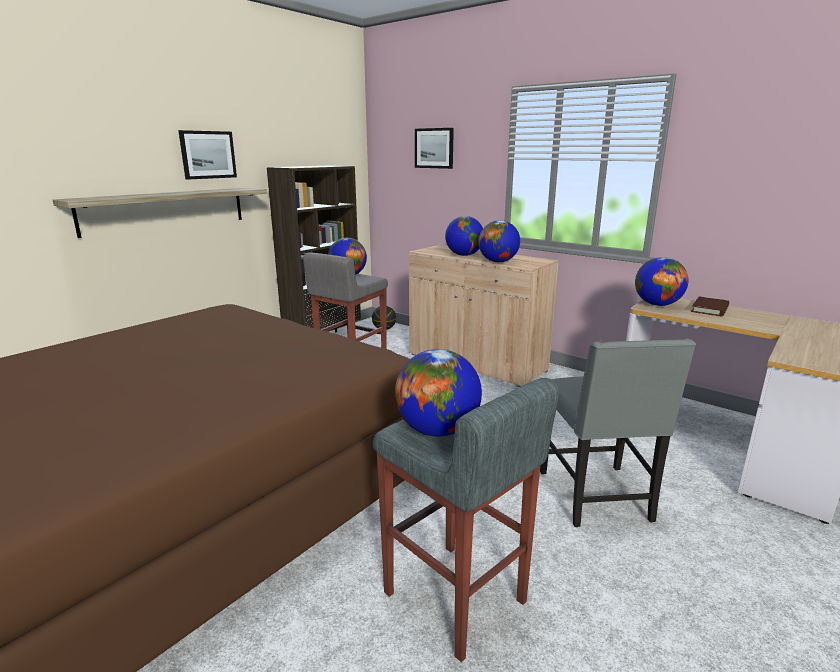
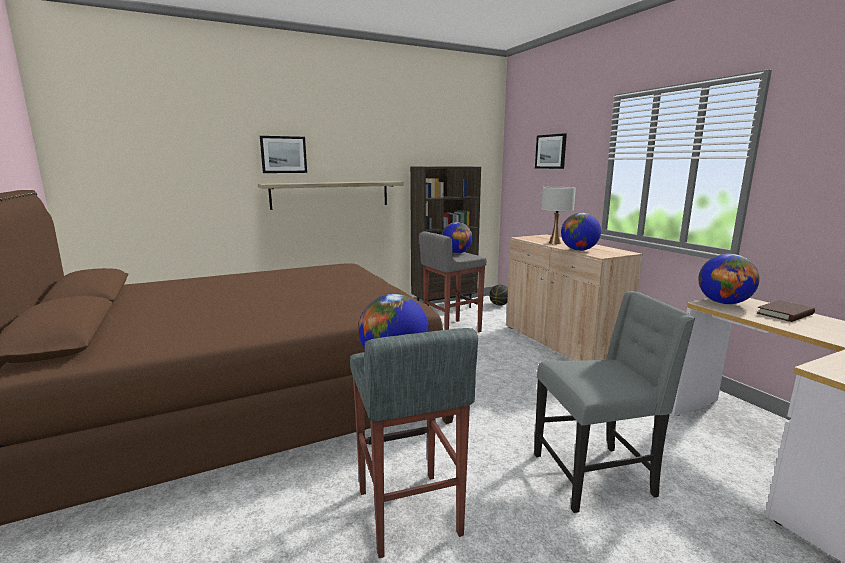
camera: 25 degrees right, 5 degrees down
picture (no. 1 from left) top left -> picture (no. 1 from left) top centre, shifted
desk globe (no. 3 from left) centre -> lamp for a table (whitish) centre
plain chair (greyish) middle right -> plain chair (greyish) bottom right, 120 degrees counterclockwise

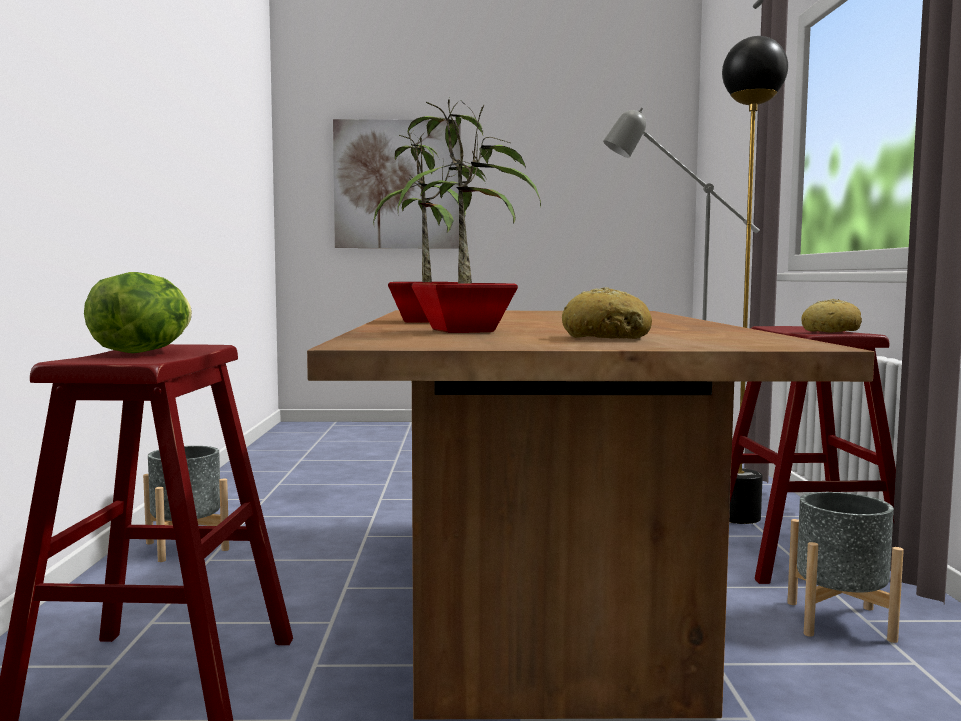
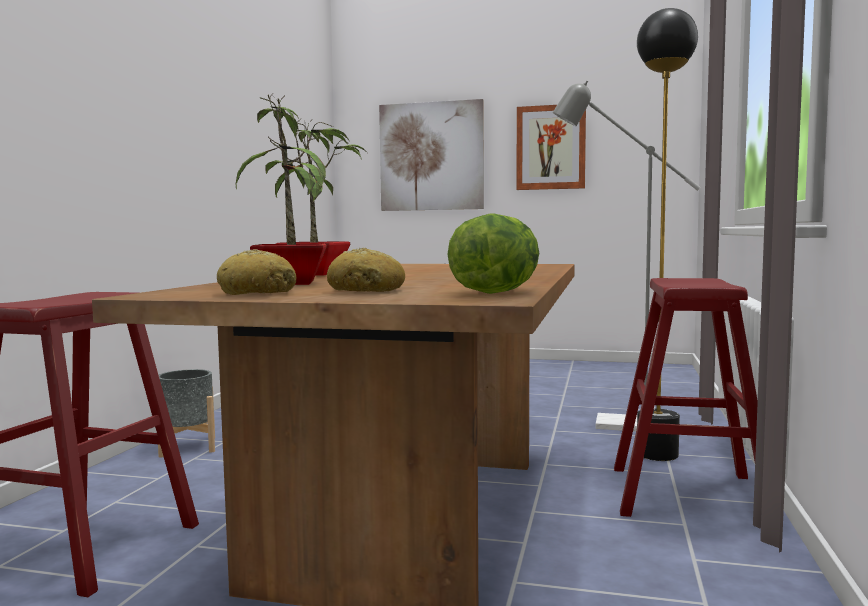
camera: 15 degrees right, 0 degrees up
flower pot (greyish) (no. 2 from left) bottom right -> none
none -> picture (no. 2 from left) top centre
head of lettuce middle left -> head of lettuce centre, shifted
bread (no. 2 from left in the first image) middle right -> bread (no. 1 from left) middle left, shifted

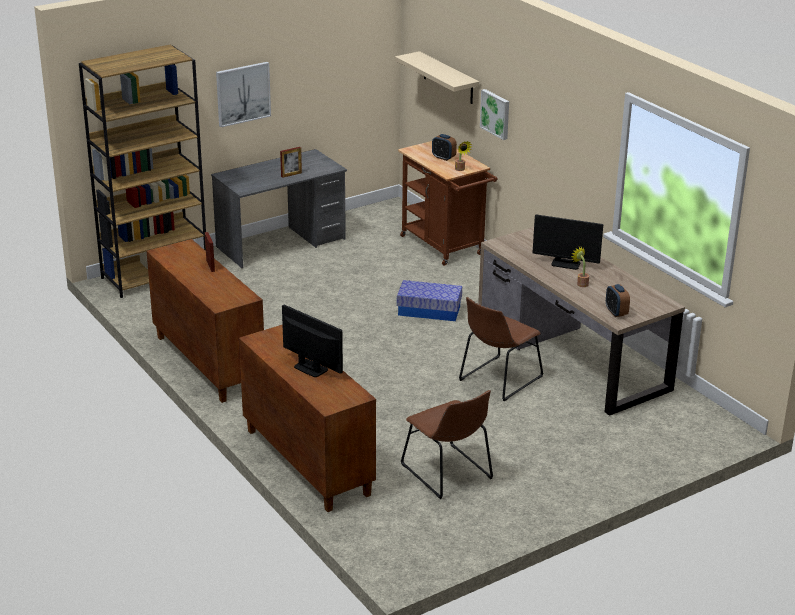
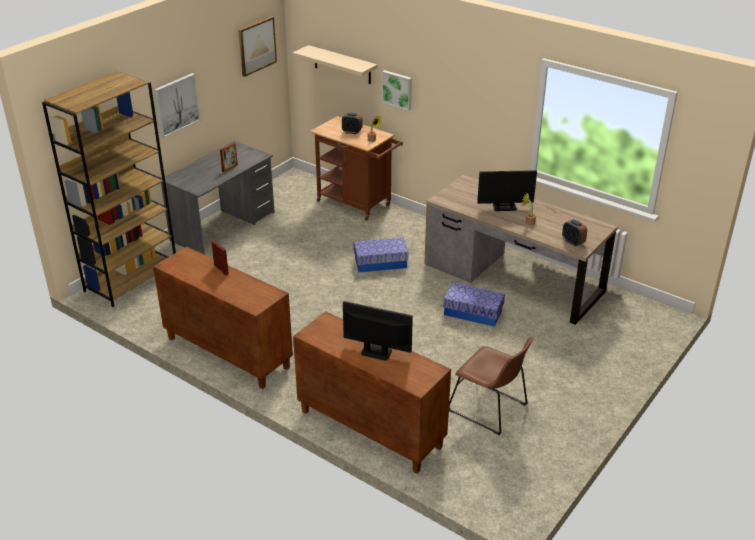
camera: 20 degrees left, 5 degrees up
none -> picture (no. 2 from left) top centre
plain chair (brownish) (no. 2 from left) centre -> storage container (no. 2 from left) centre

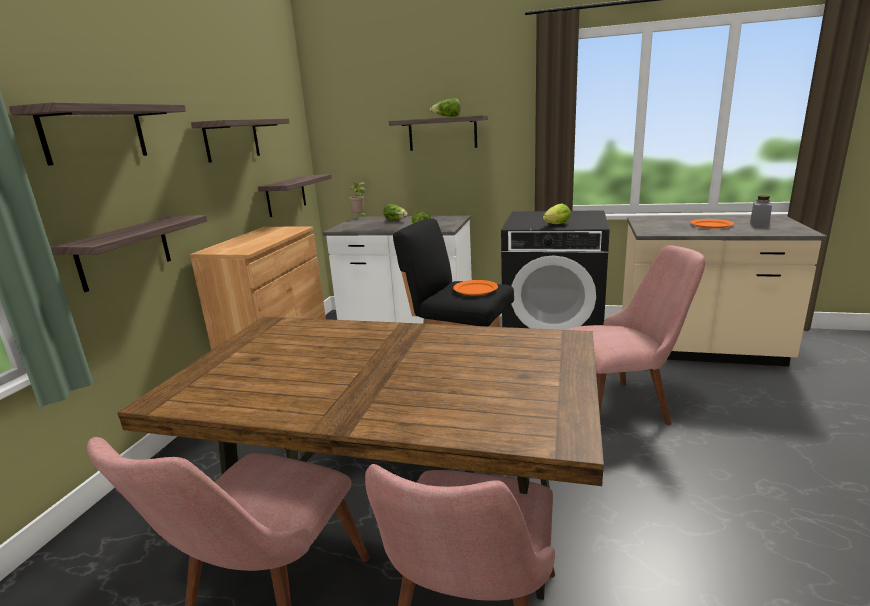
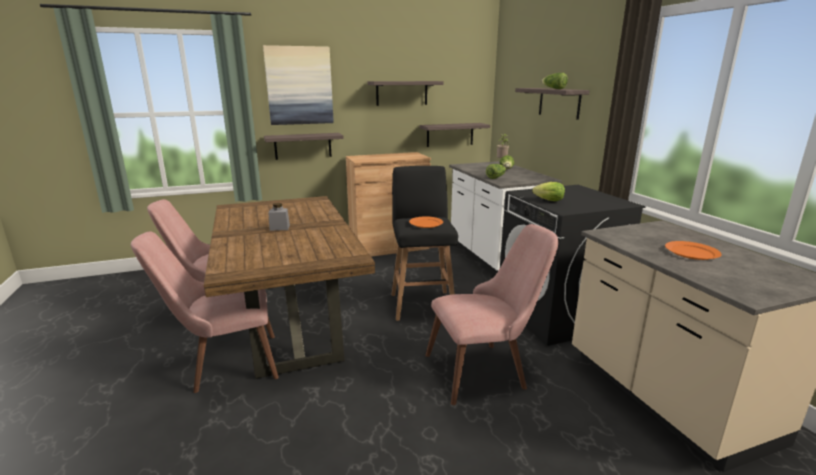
camera: 55 degrees right, 0 degrees up
preserve jar (greyish) middle right -> preserve jar (greyish) centre, shifted
wall shelf (no. 1 from left) top left -> picture top centre
plain chair (pink-coloured) (no. 3 from left) middle right -> plain chair (pink-coloured) (no. 3 from left) centre, 60 degrees counterclockwise

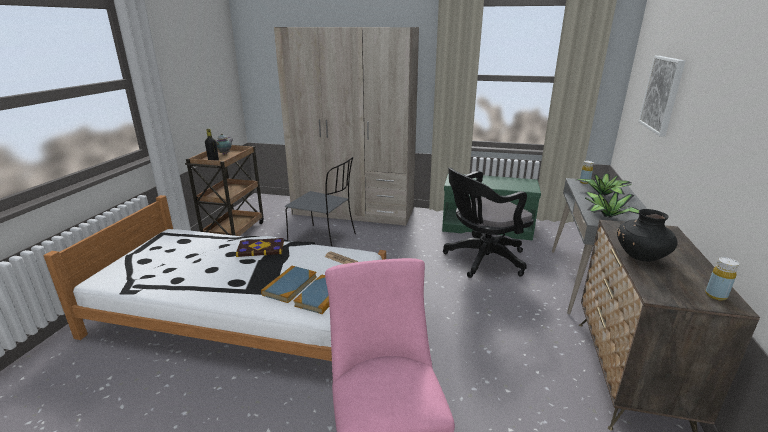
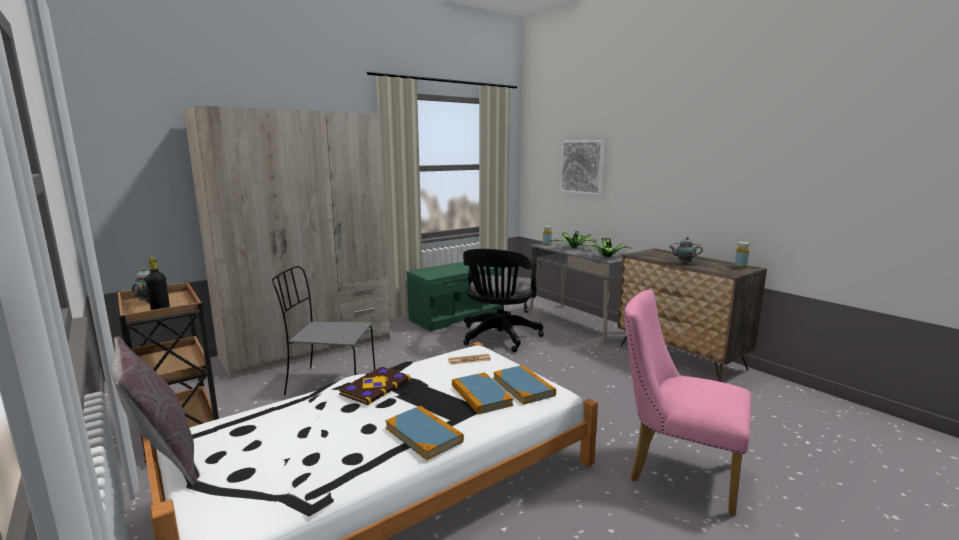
camera: 50 degrees left, 10 degrees down
none -> cushion (greyish) bottom left
none -> bound book (no. 2 from left) bottom centre
flower vase (blackish) middle right -> tea pot (no. 2 from left) middle right
plain chair (greyish) centre, 150 degrees counterclockwise

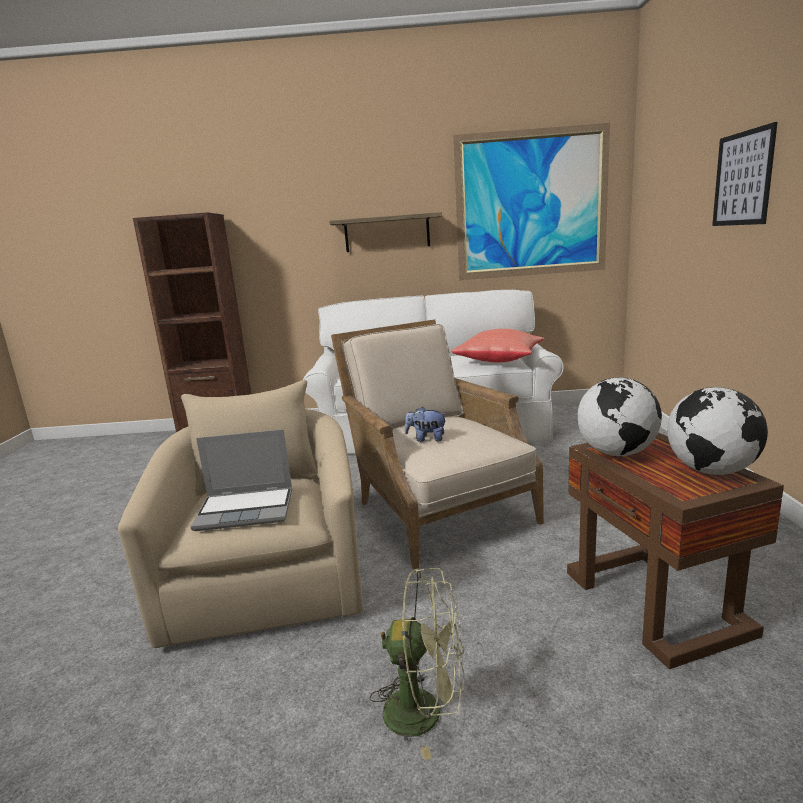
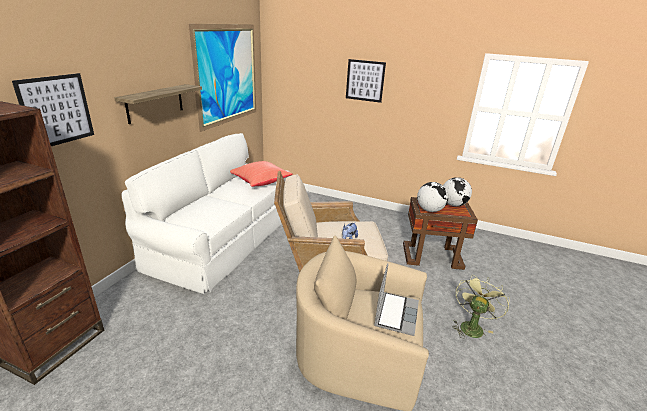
camera: 70 degrees left, 10 degrees up
none -> picture (no. 1 from left) top left

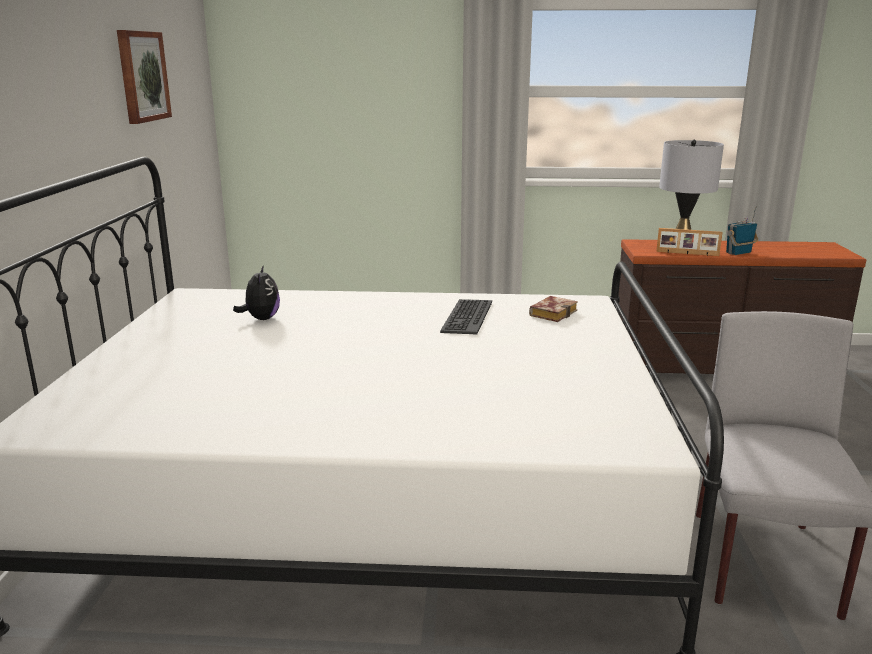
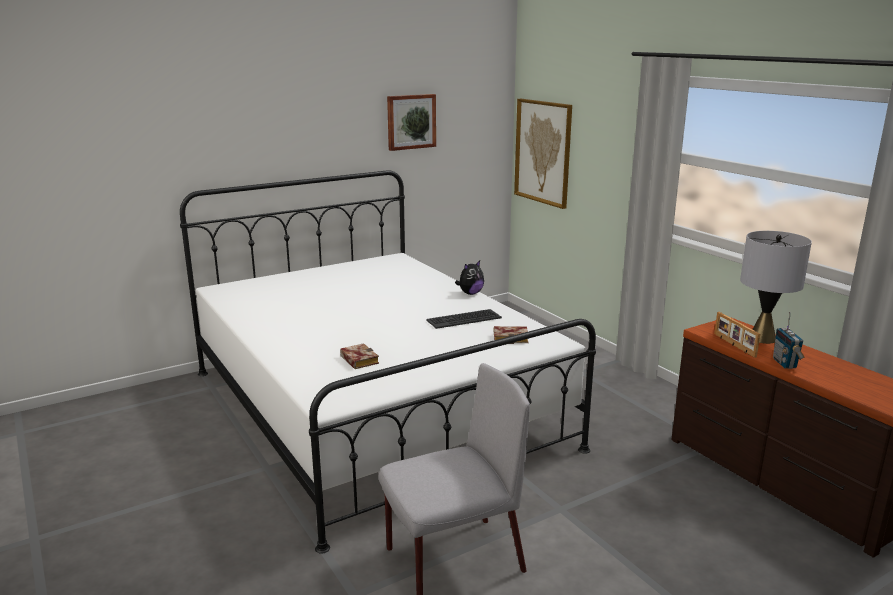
camera: 55 degrees right, 0 degrees up
none -> bound book (no. 1 from left) centre
none -> picture (no. 2 from left) top centre
cuddly toy middle left -> cuddly toy centre, shifted
radio receiver middle right, 120 degrees counterclockwise

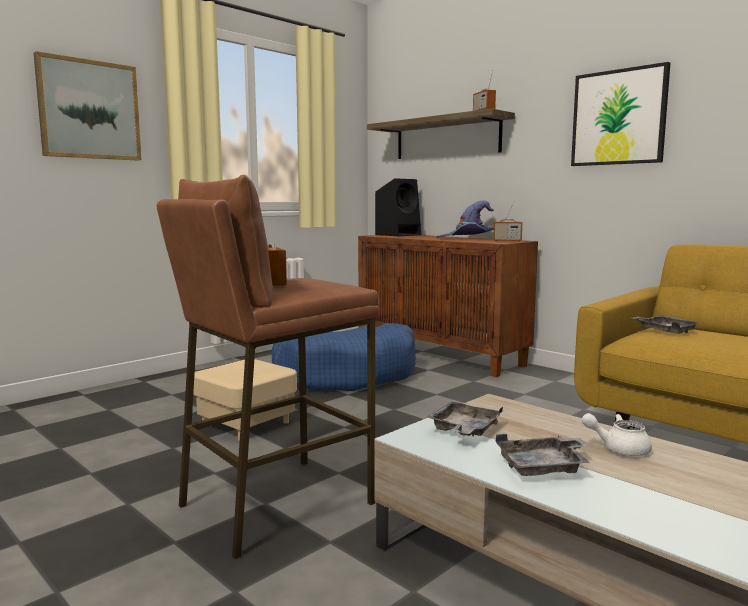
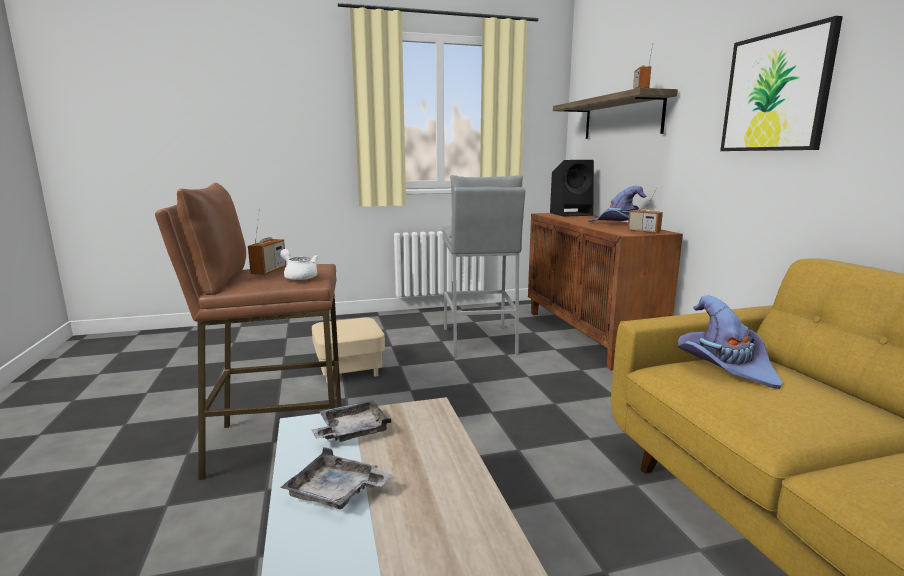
camera: 30 degrees right, 5 degrees up
picture (no. 1 from left) top left -> none
tea pot (whitish) bottom right -> tea pot (whitish) middle left, shifted
dog bed (blue-coloured) centre -> sitting stool (greyish) centre
serving tray (greyish) (no. 3 from left) middle right -> clothing hat (purplish) (no. 2 from left) middle right

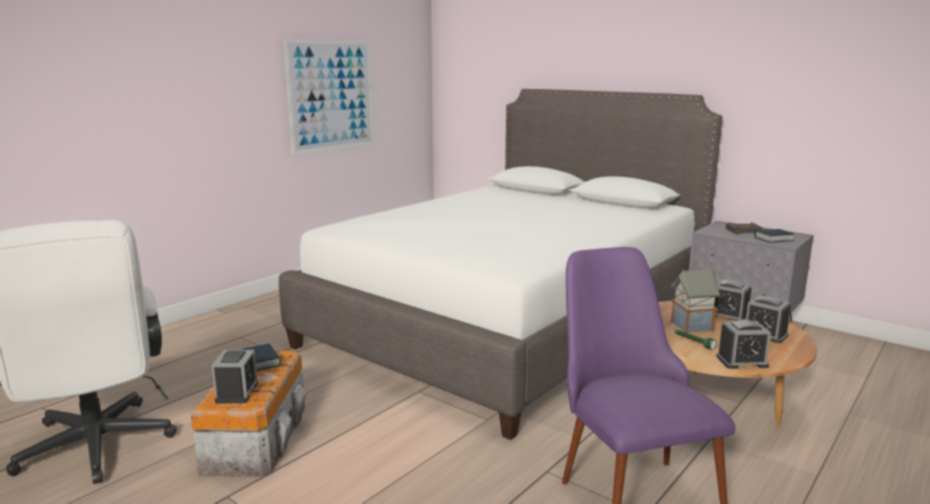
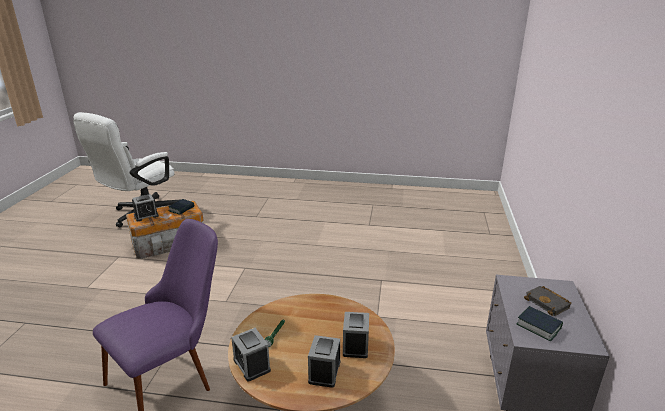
camera: 60 degrees right, 10 degrees up
bed (whitish) centre -> none
picture top centre -> none
toy house middle right -> none

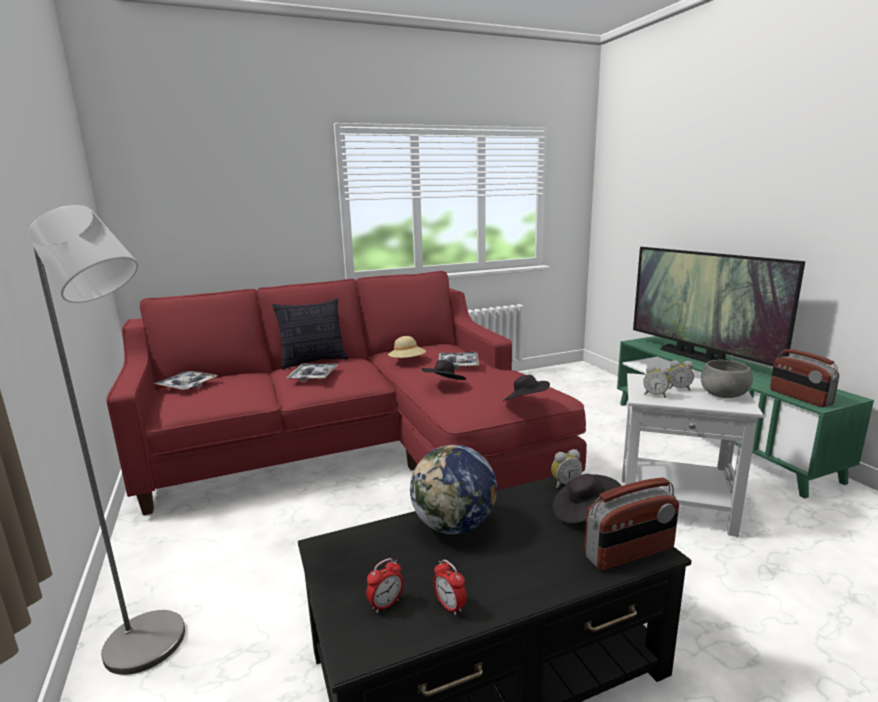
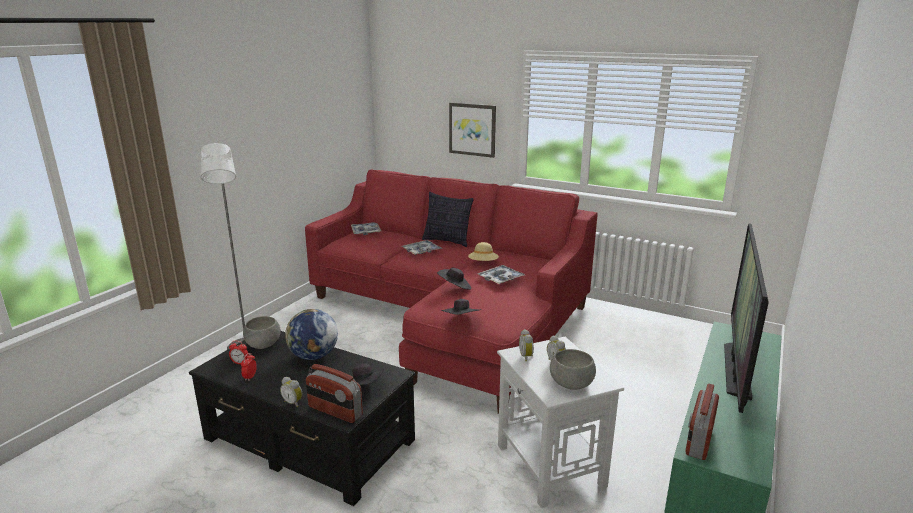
camera: 50 degrees right, 5 degrees up
none -> bowl (greyish) (no. 1 from left) middle left
none -> picture top centre
bedside clock (no. 3 from left) bottom centre -> bedside clock (no. 3 from left) bottom left, shifted

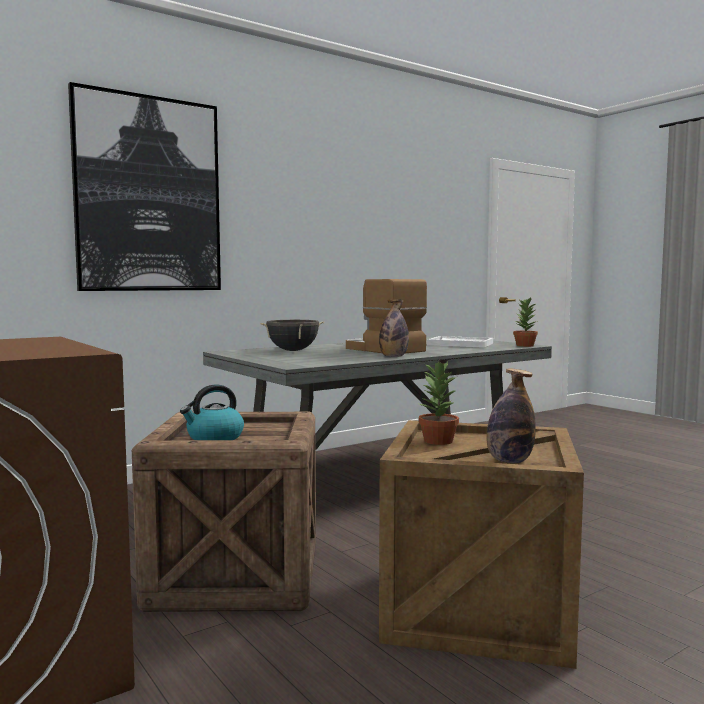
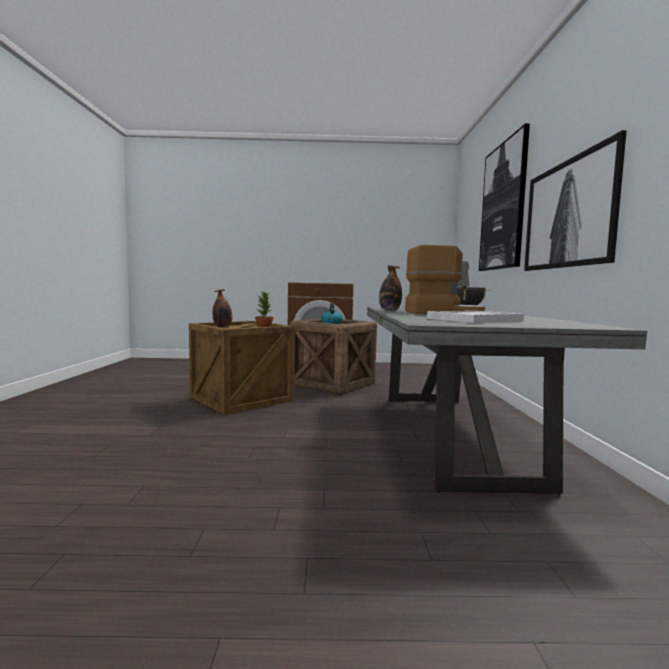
camera: 125 degrees right, 0 degrees up
houseplant (no. 2 from left) middle right -> none
none -> picture (no. 2 from left) top right

